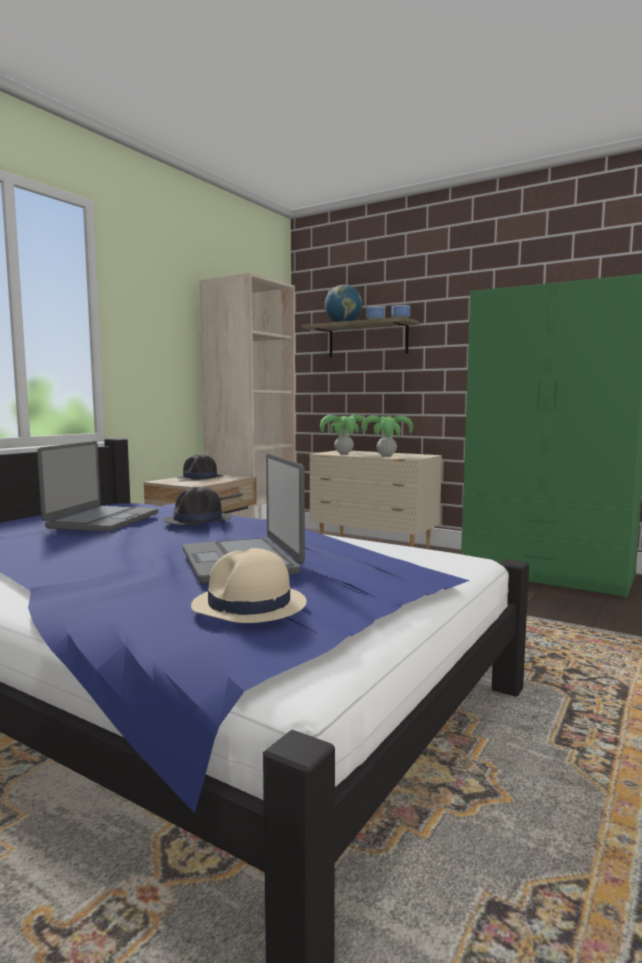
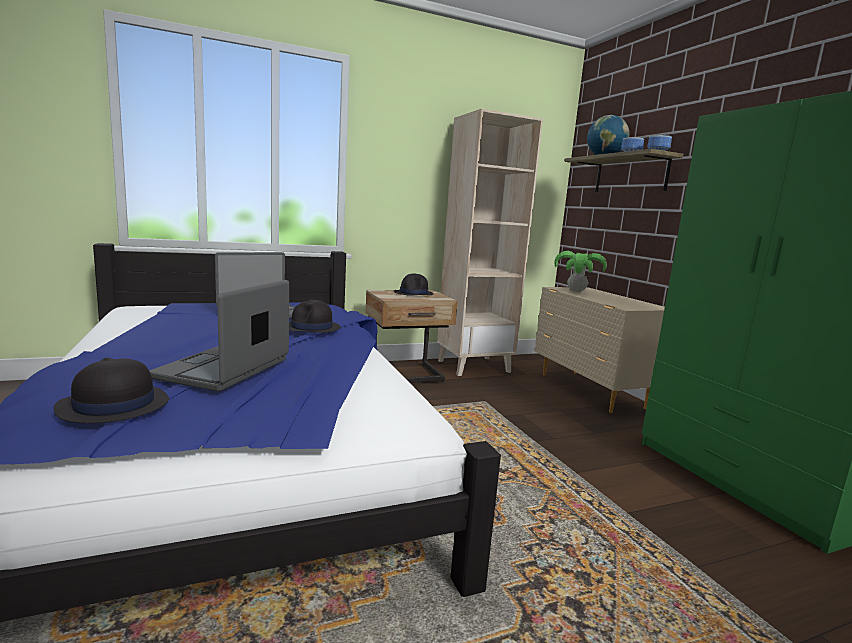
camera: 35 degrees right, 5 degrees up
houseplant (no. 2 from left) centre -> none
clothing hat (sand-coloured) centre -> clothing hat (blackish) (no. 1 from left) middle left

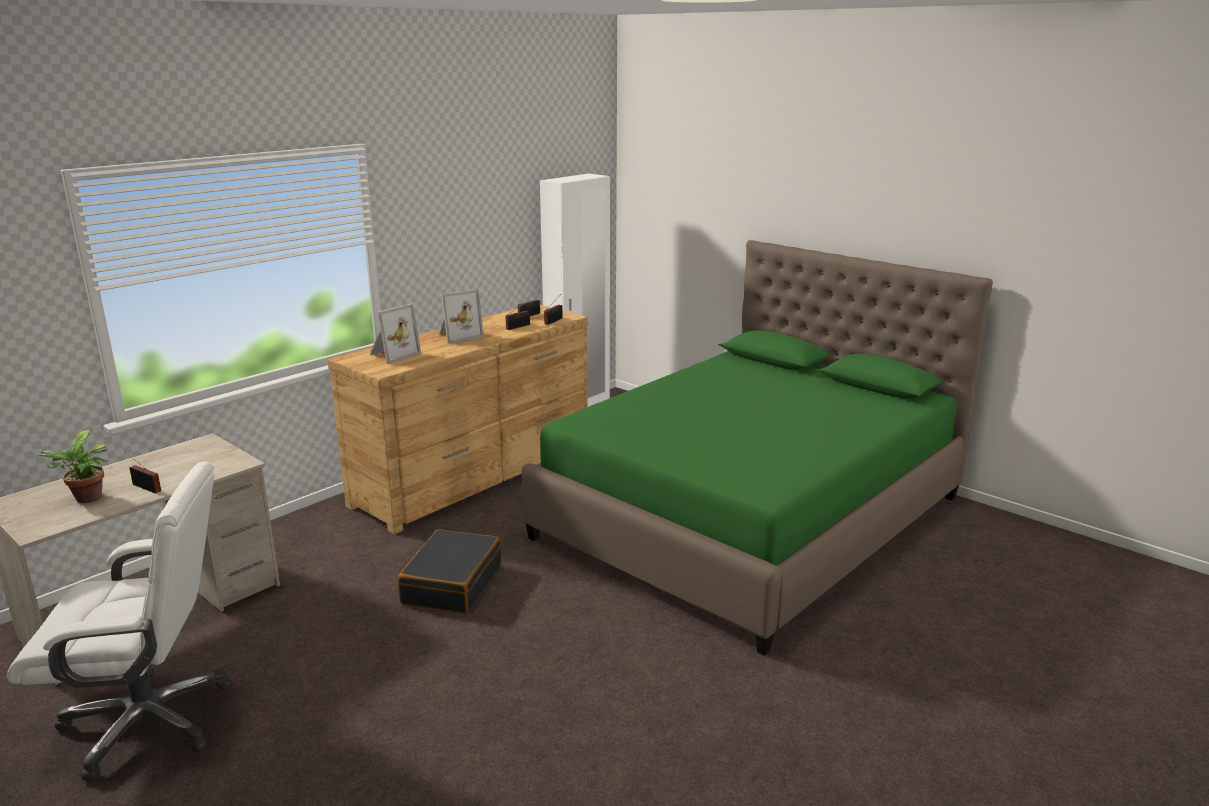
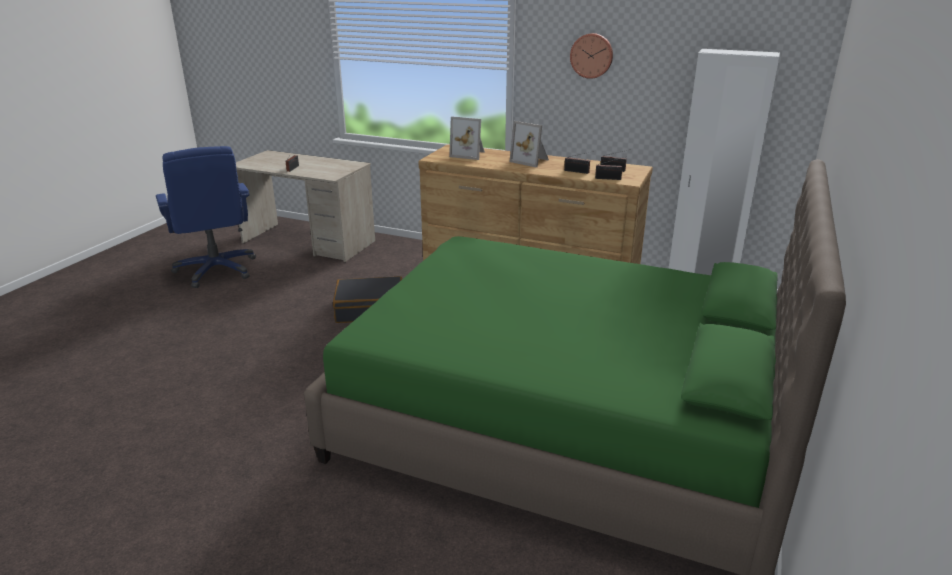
camera: 70 degrees right, 5 degrees up
houseplant middle left -> none
none -> wall clock top centre
desk chair (whitish) bottom left -> desk chair (blue-coloured) middle left

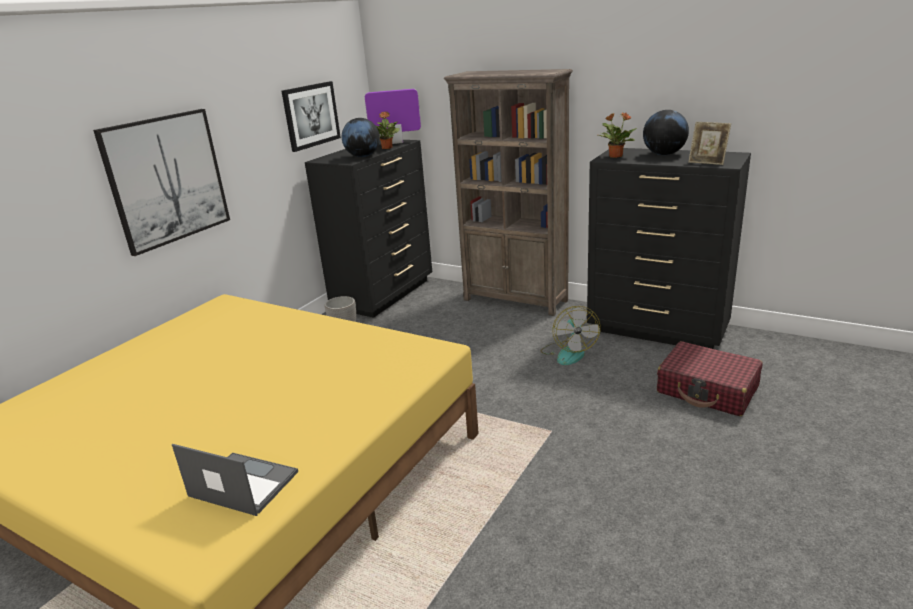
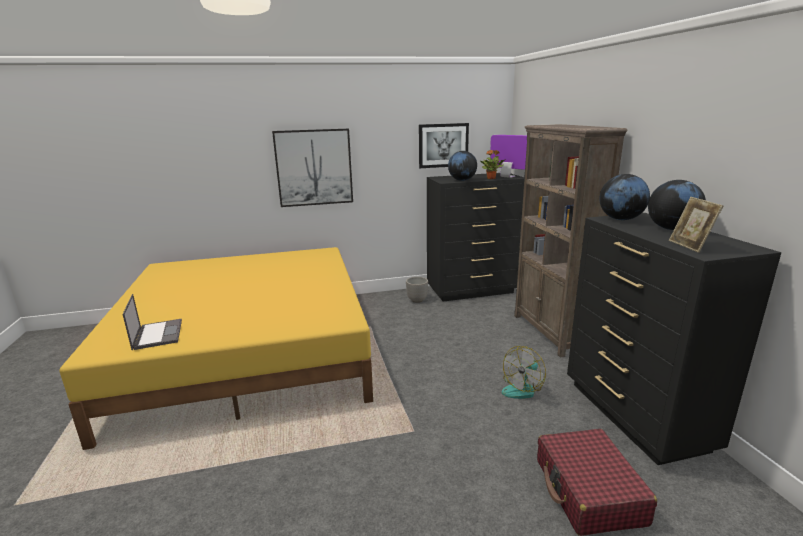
camera: 45 degrees right, 5 degrees down
houseplant (no. 2 from left) top right -> desk globe (no. 2 from left) middle right

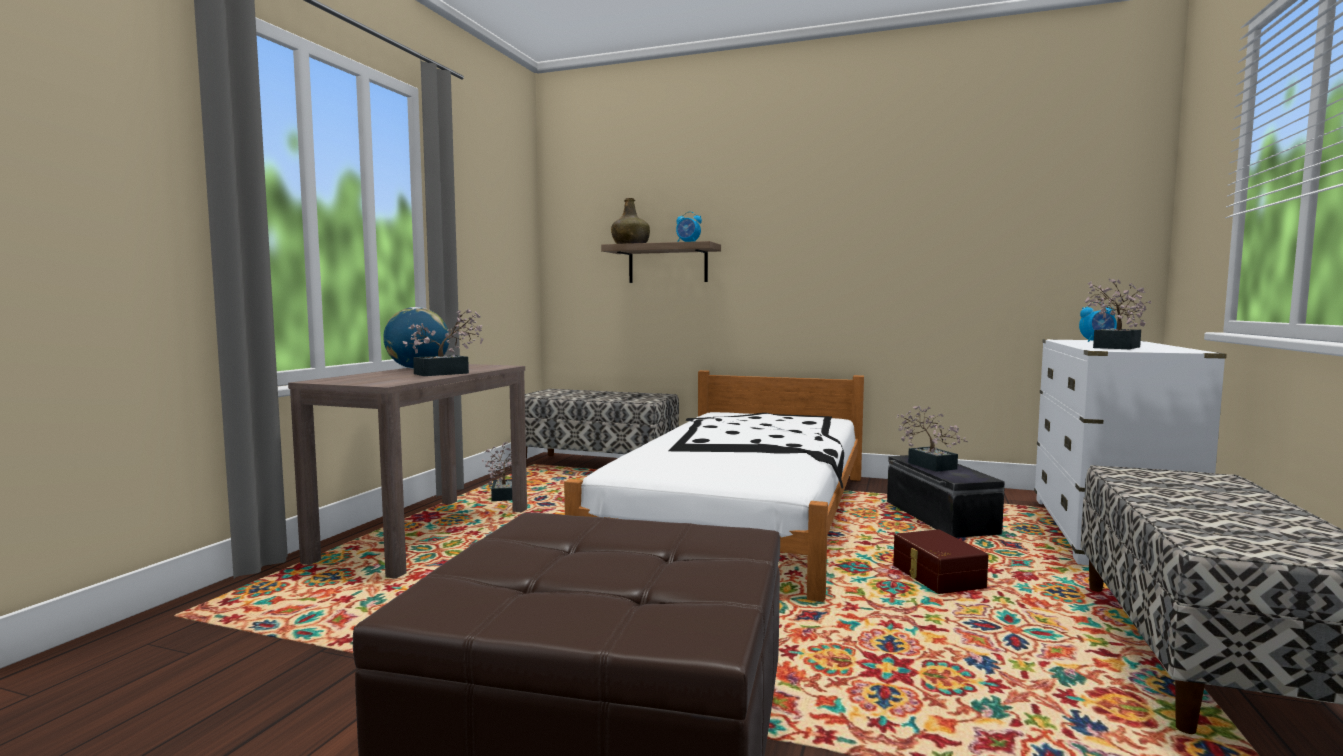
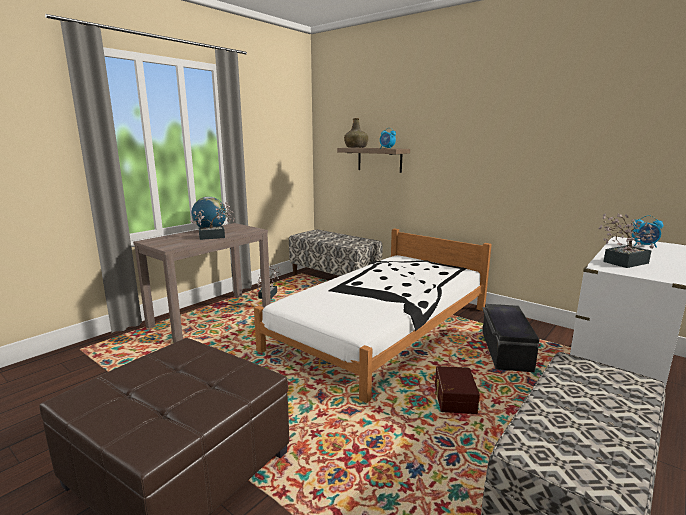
camera: 20 degrees right, 10 degrees up
houseplant (no. 3 from left) middle right -> none

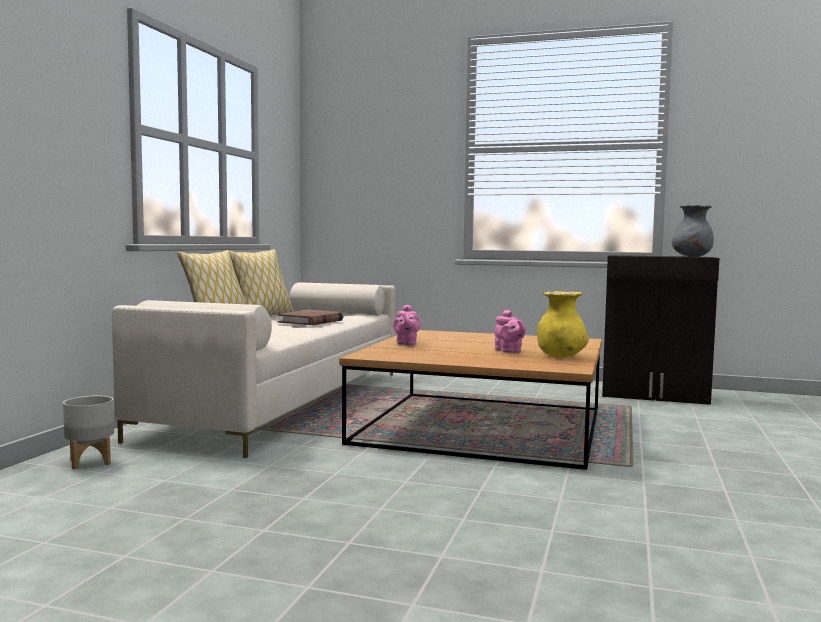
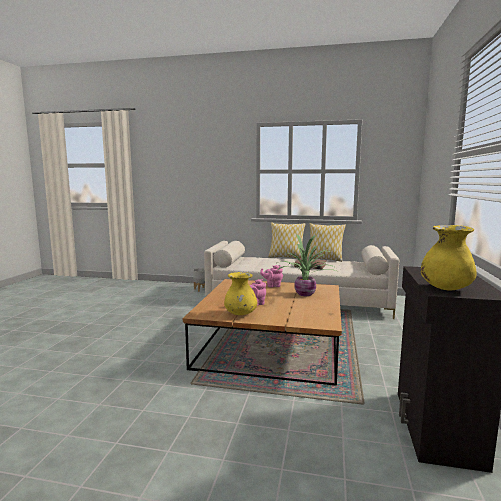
camera: 85 degrees right, 5 degrees up
none -> houseplant centre
flower vase (greyish) middle right -> flower vase (yellow) (no. 2 from left) middle right

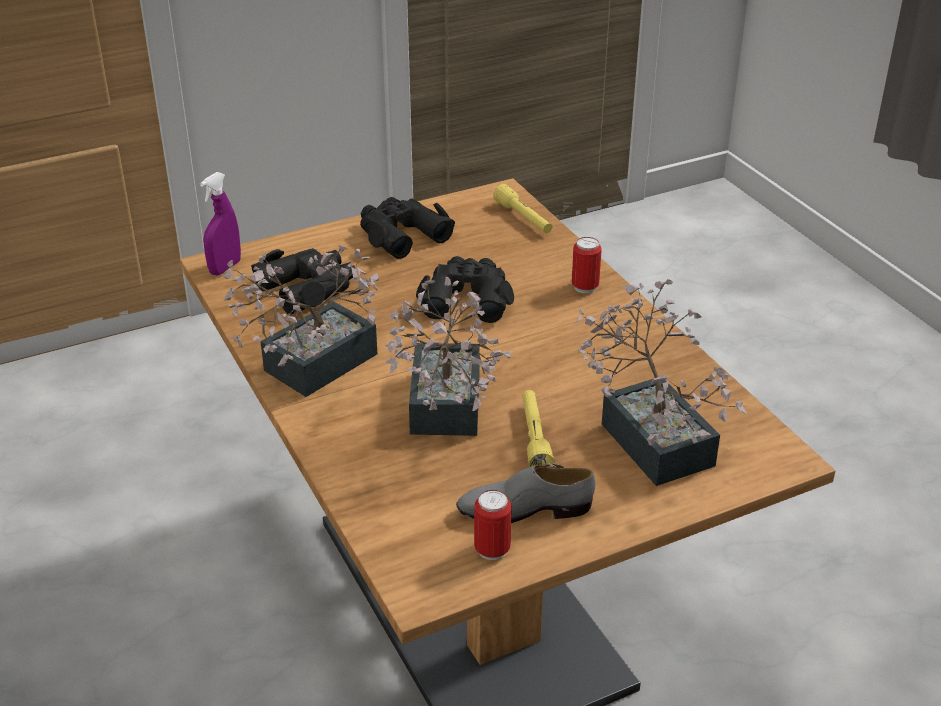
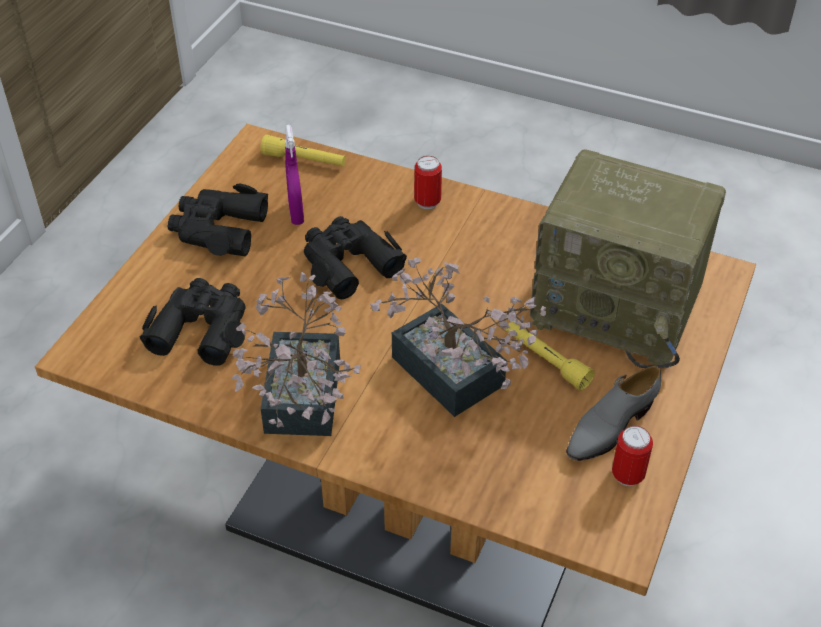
camera: 40 degrees left, 10 degrees up
hand sprayer (purplish) top left -> hand sprayer (purplish) top centre, shifted
houseplant (no. 3 from left) middle right -> radio receiver middle right

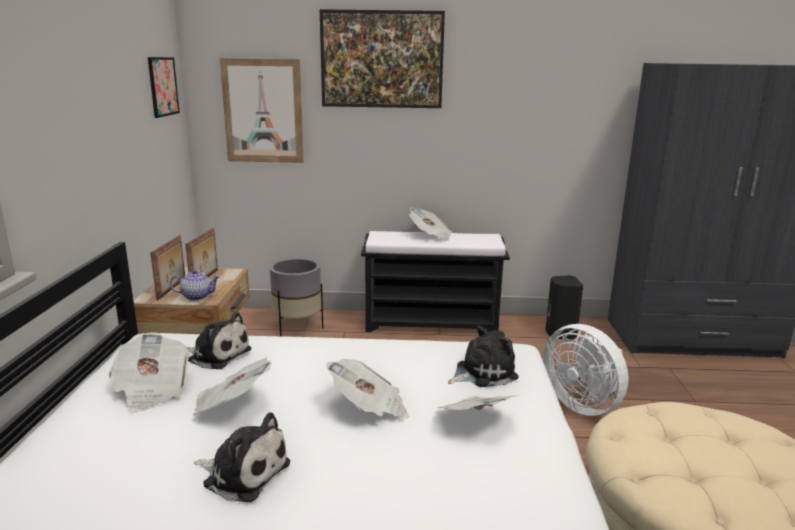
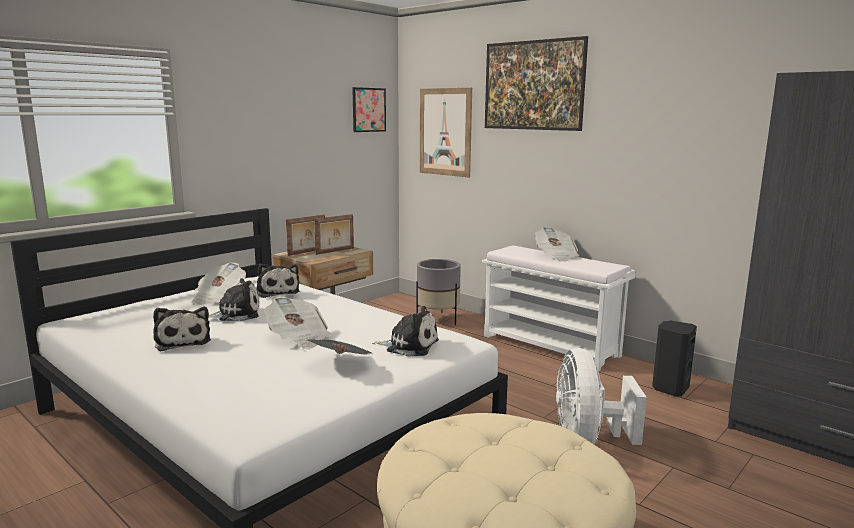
camera: 40 degrees right, 5 degrees down
tea pot middle left -> none
daily paper (no. 2 from left) bottom left -> cuddly toy (no. 2 from left) middle left
bench (blackish) centre -> bench (whitish) centre

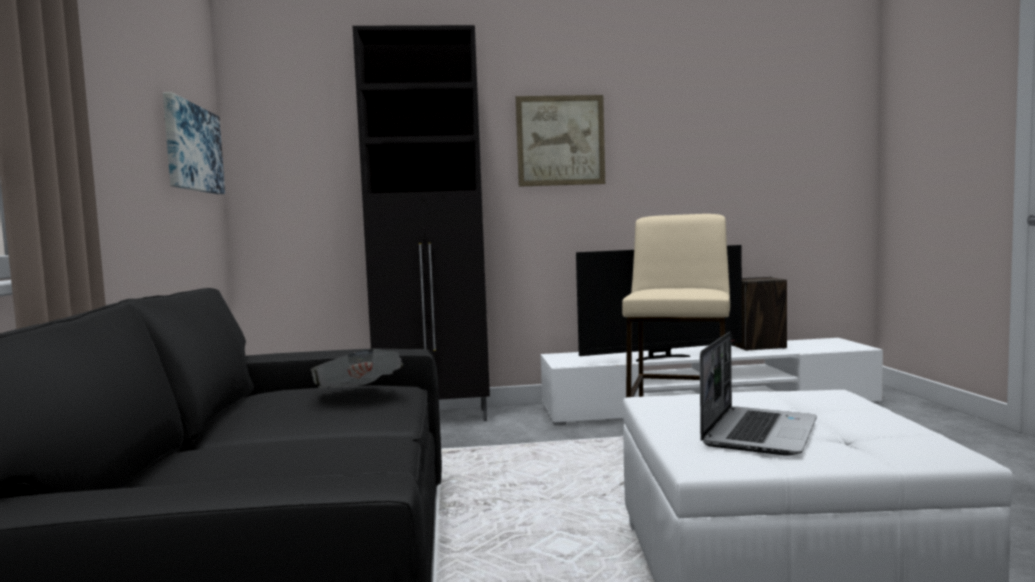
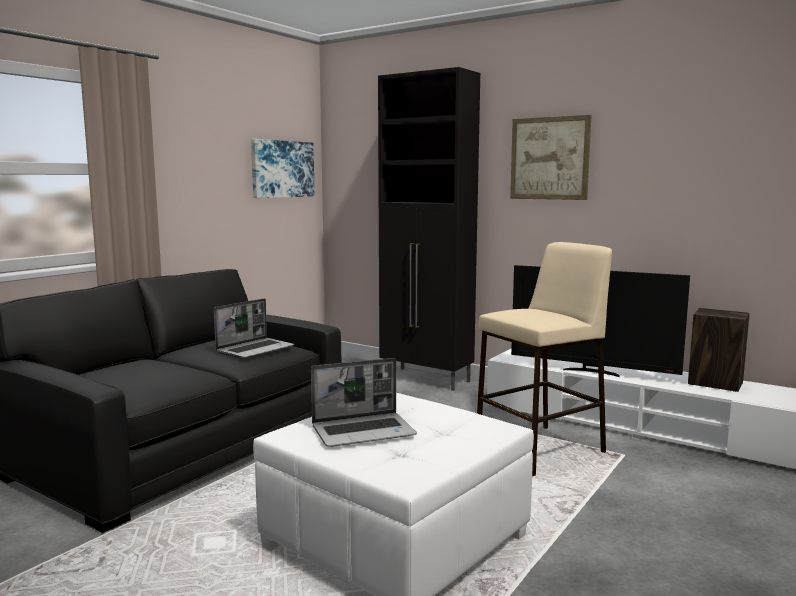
camera: 40 degrees right, 5 degrees up
daily paper centre -> notebook computer (no. 1 from left) middle left

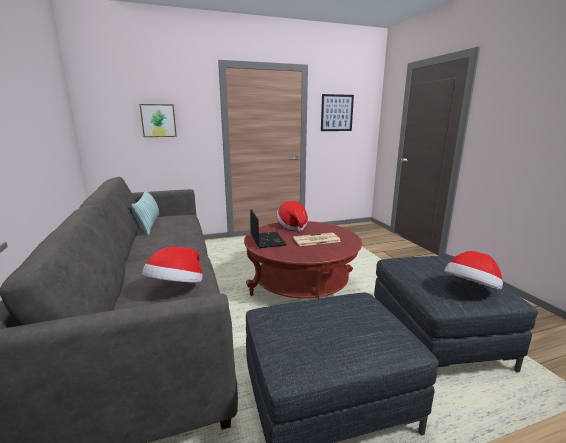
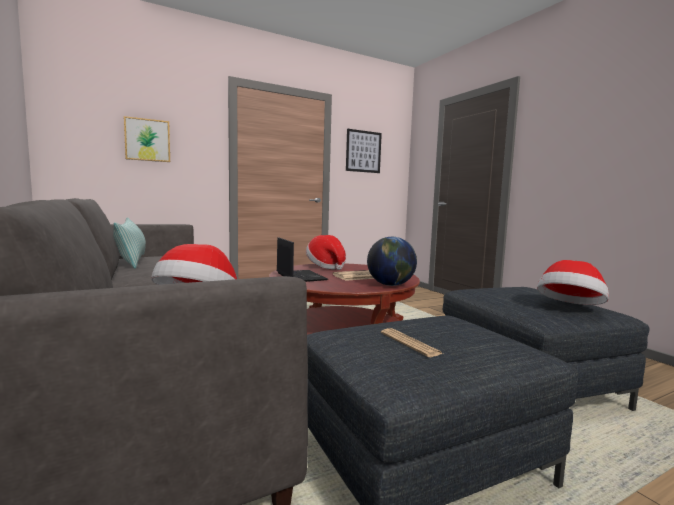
camera: 10 degrees left, 10 degrees down
none -> desk globe centre
none -> daily paper (no. 2 from left) bottom centre

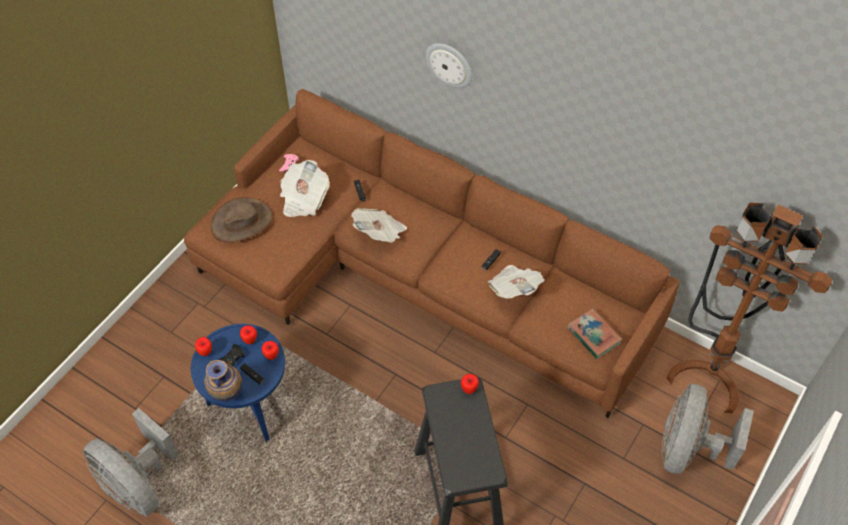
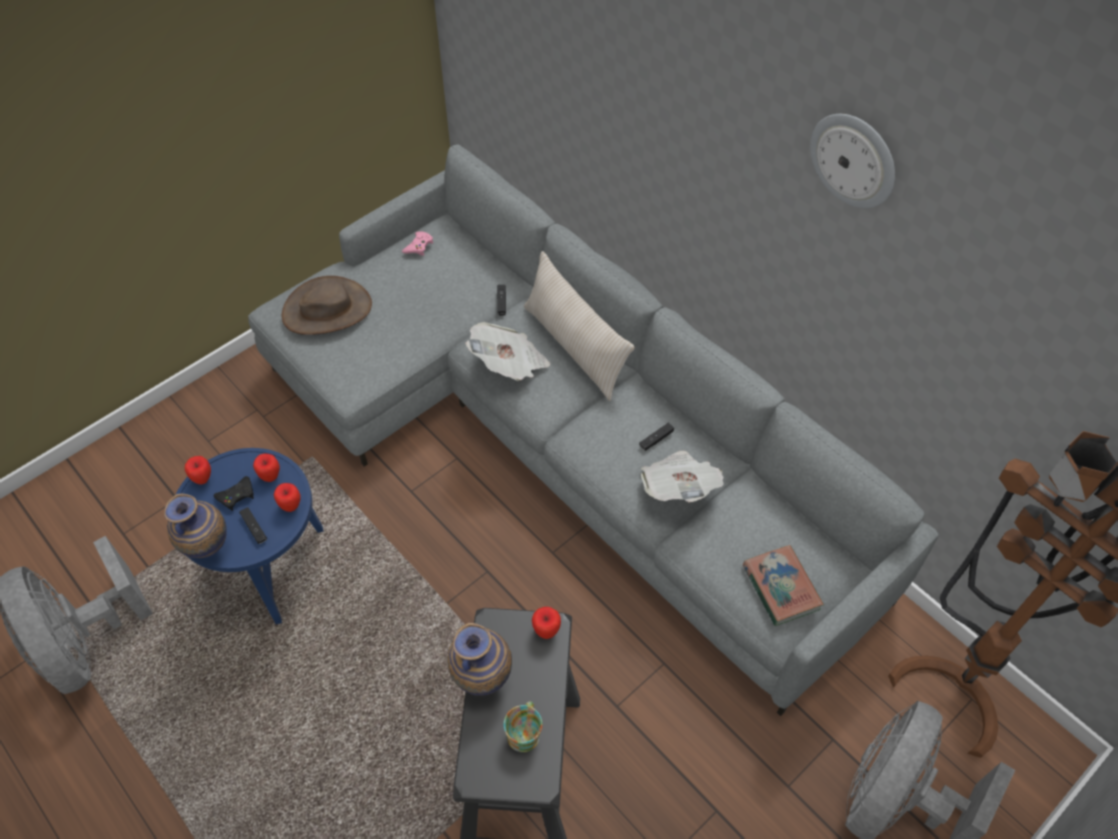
camera: 15 degrees right, 0 degrees up
daily paper (no. 1 from left) centre -> none
none -> flower vase (no. 2 from left) bottom centre
none -> tea mug bottom centre
none -> cushion (sand-coloured) centre
wall clock top centre -> wall clock top right, shifted
sofa (brownish) centre -> sofa (greyish) centre

